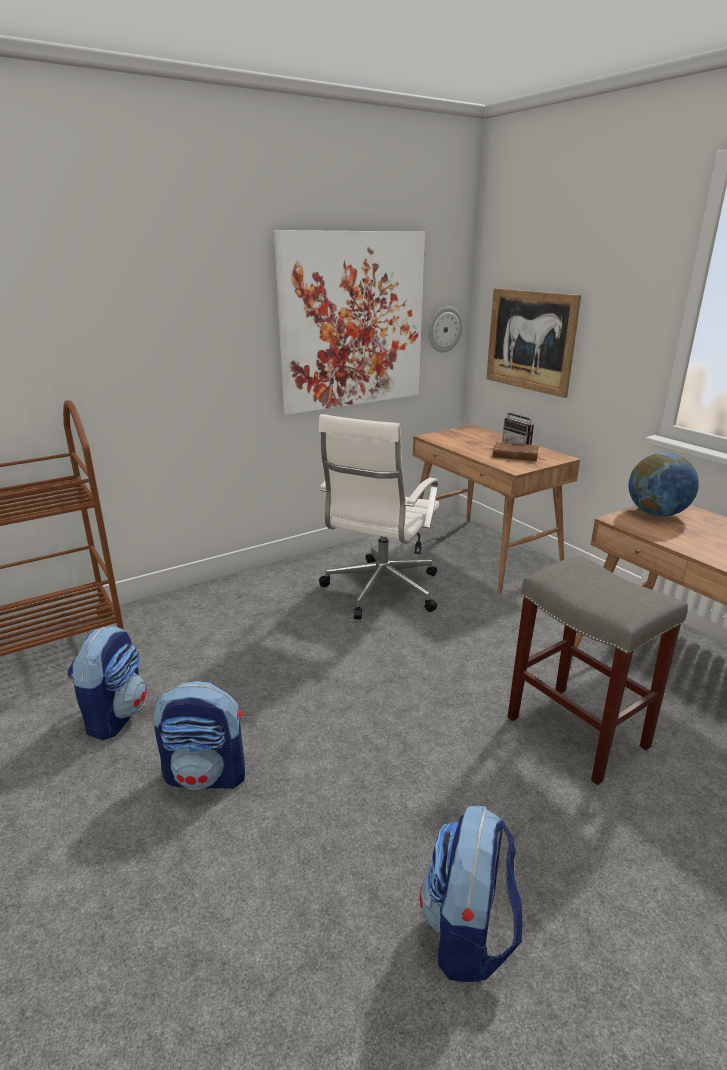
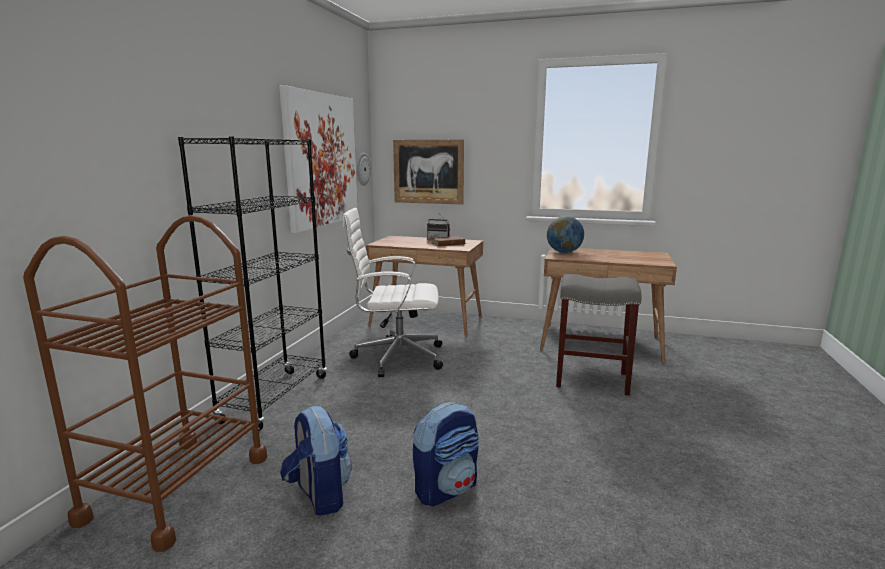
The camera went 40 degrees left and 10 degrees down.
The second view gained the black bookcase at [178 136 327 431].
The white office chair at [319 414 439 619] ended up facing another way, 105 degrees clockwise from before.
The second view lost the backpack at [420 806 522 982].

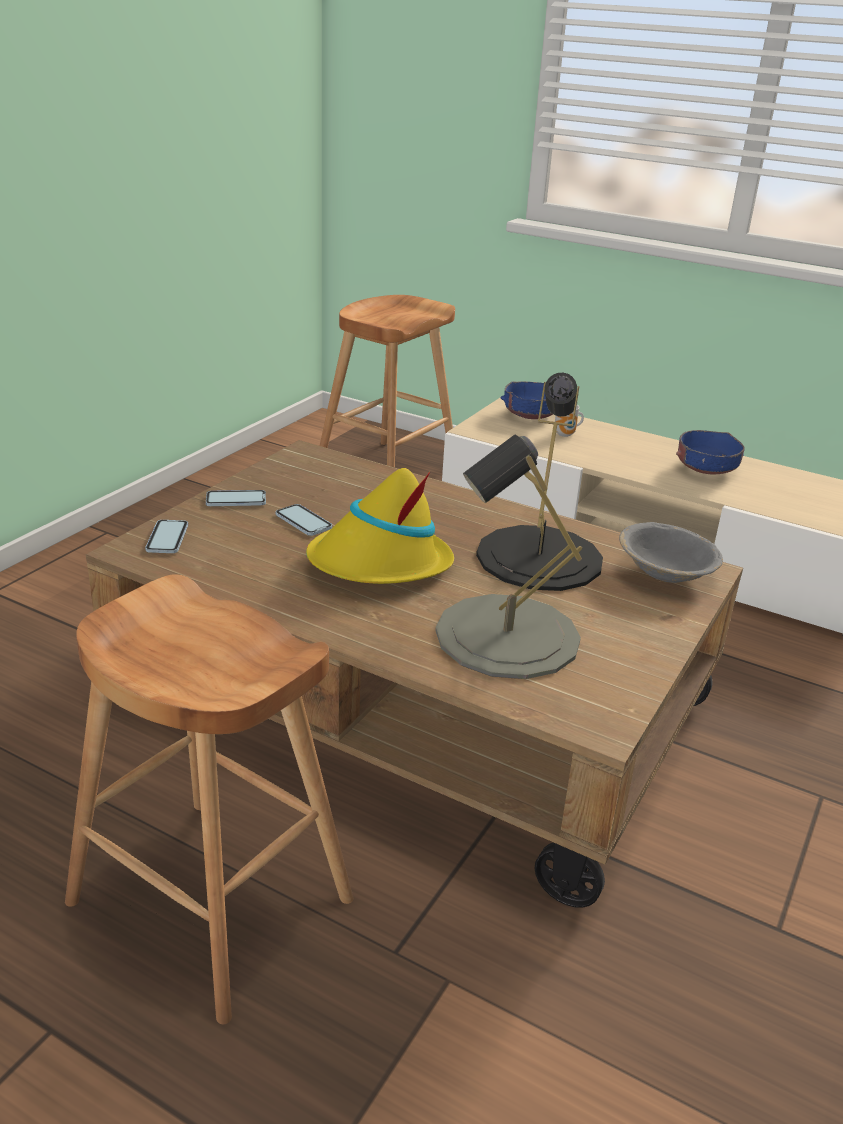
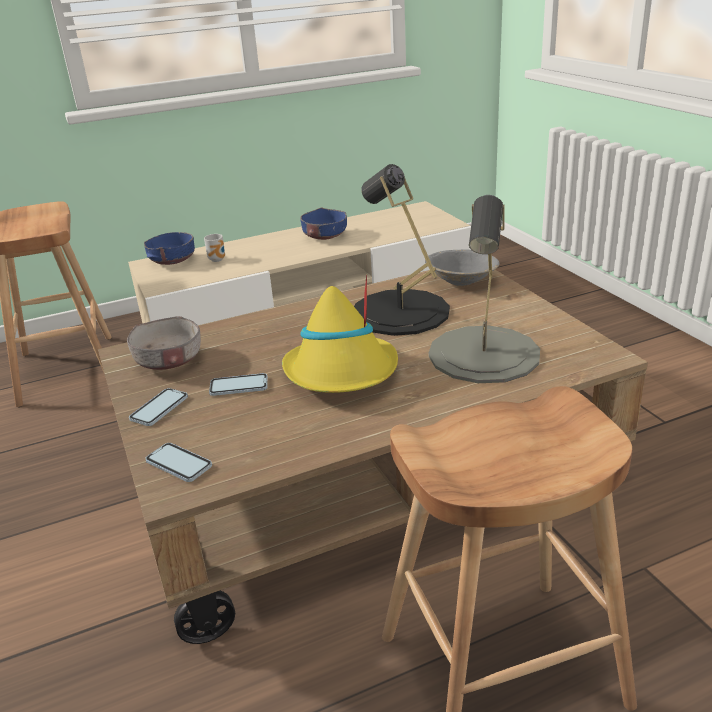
The camera went 50 degrees left and 0 degrees up.
The second view gained the grey bowl at [127 316 201 370].

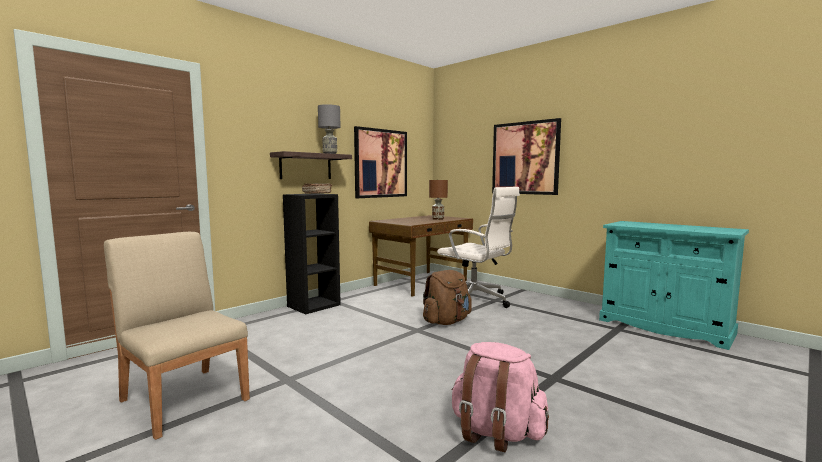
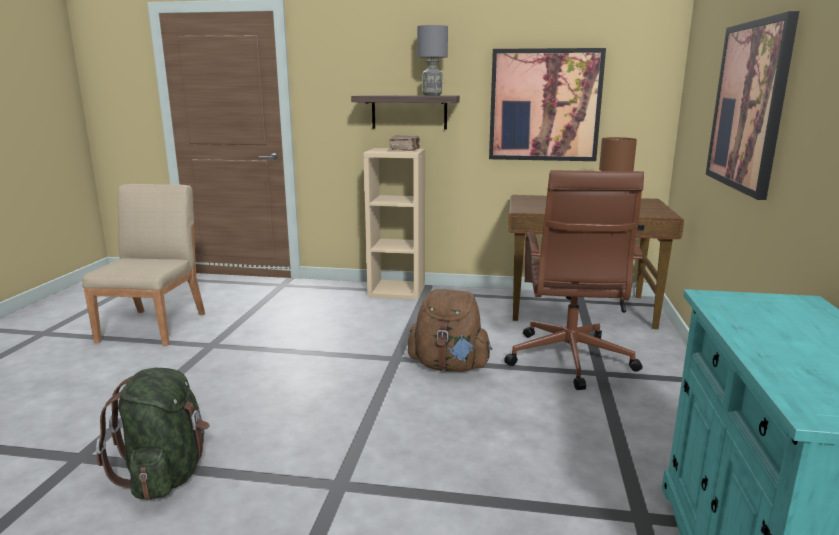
The camera went 55 degrees right and 10 degrees up.
What was the pink backpack at [451 342 549 452] turned into the green backpack at [96 368 210 500].
What was the black bookcase at [283 193 341 314] turned into the beige bookcase at [364 148 425 300].
What was the white office chair at [437 187 520 308] turned into the brown office chair at [504 170 644 390].

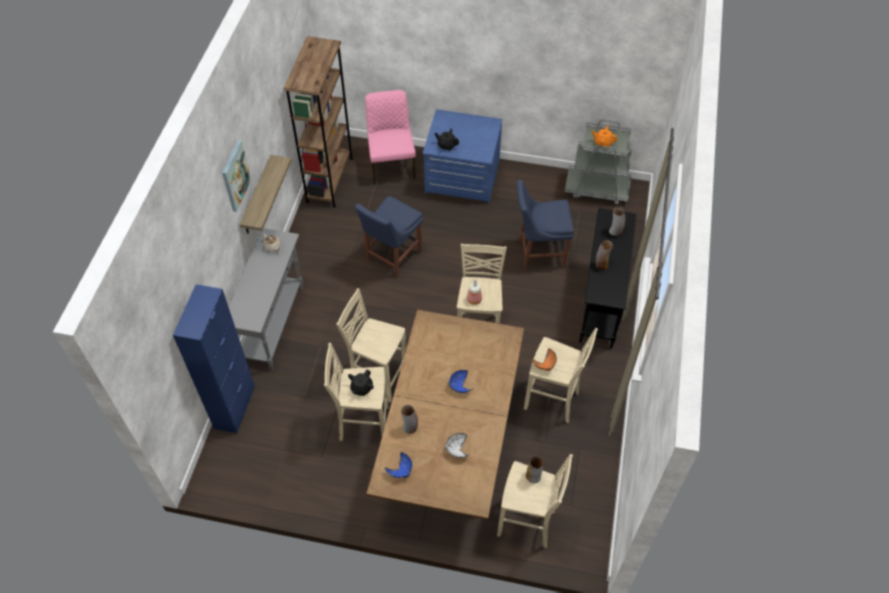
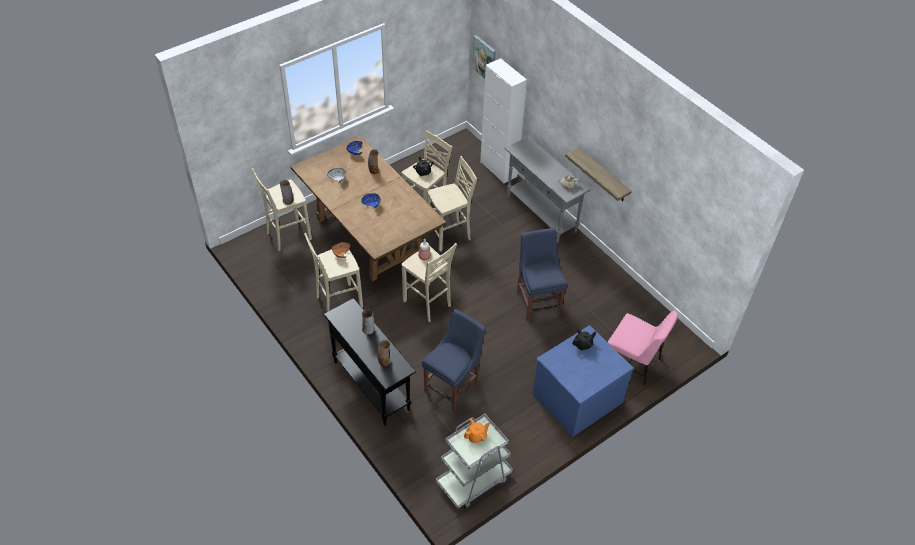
The camera went 130 degrees right and 5 degrees down.
The picture ended up elsewhere, having gone from [222 140 251 212] to [472 35 496 79].
What was the blue cabinet at [173 284 255 433] turned into the white cabinet at [480 58 527 183].
The second view lost the brown bookcase at [284 36 353 208].

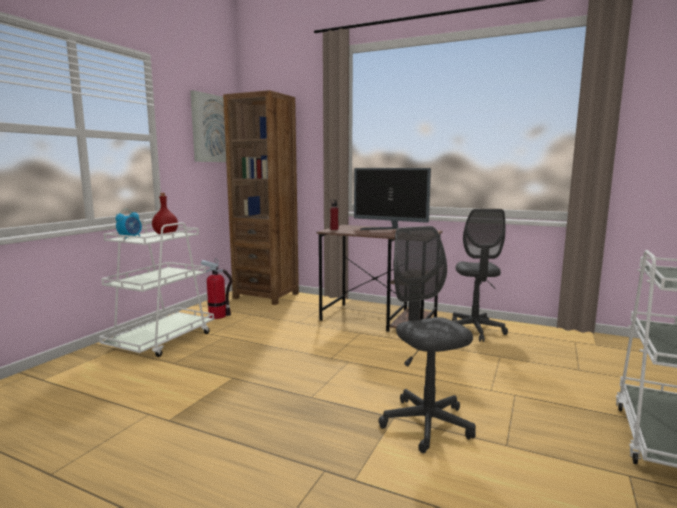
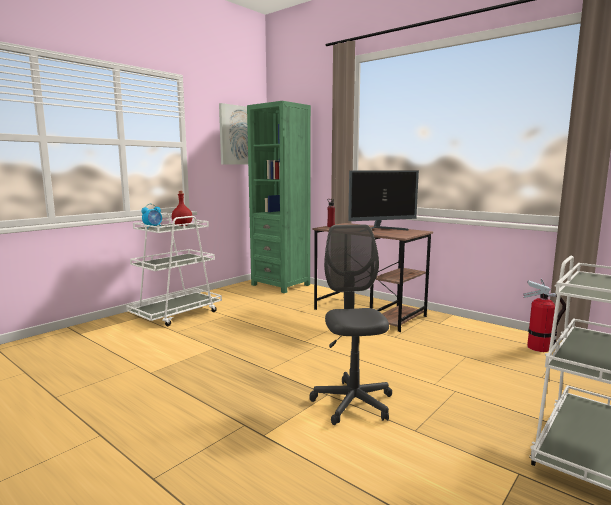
The camera went 15 degrees right and 0 degrees up.
What was the brown bookcase at [223 90 299 305] turned into the green bookcase at [247 101 311 293].
The monitor at [354 168 431 230] ended up facing another way, 60 degrees counterclockwise from before.
The fire extinguisher ended up elsewhere, having gone from [200 258 233 319] to [523 278 566 352].
The second view lost the grey office chair at [452 209 508 342].

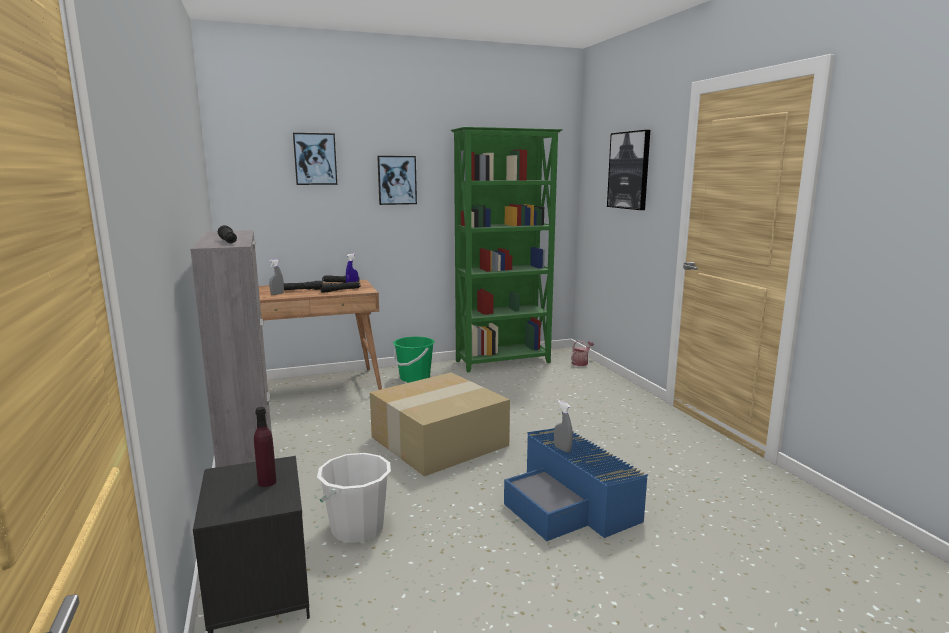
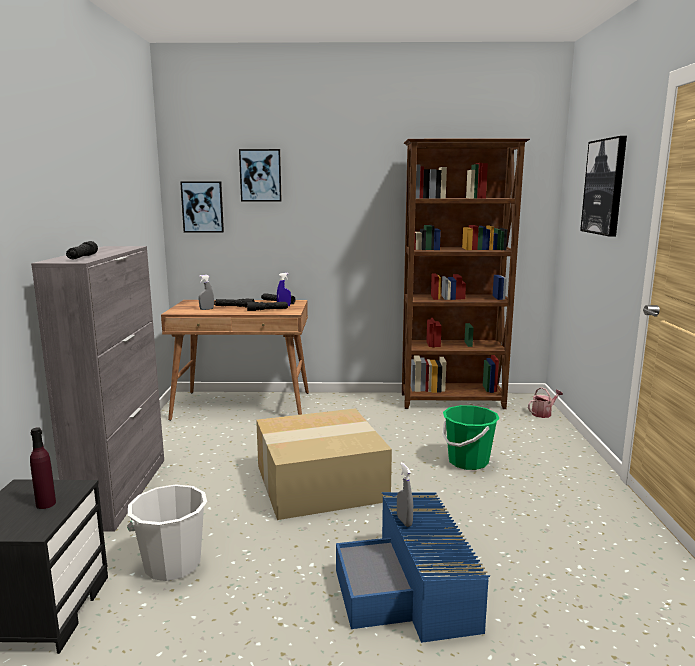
The camera went 20 degrees right and 0 degrees up.
The picture ended up elsewhere, having gone from [377 156 417 205] to [180 182 224 233].
What was the green bookcase at [451 127 563 373] turned into the brown bookcase at [402 139 530 409].
The green bucket ended up elsewhere, having gone from [393 336 435 383] to [442 405 500 470].

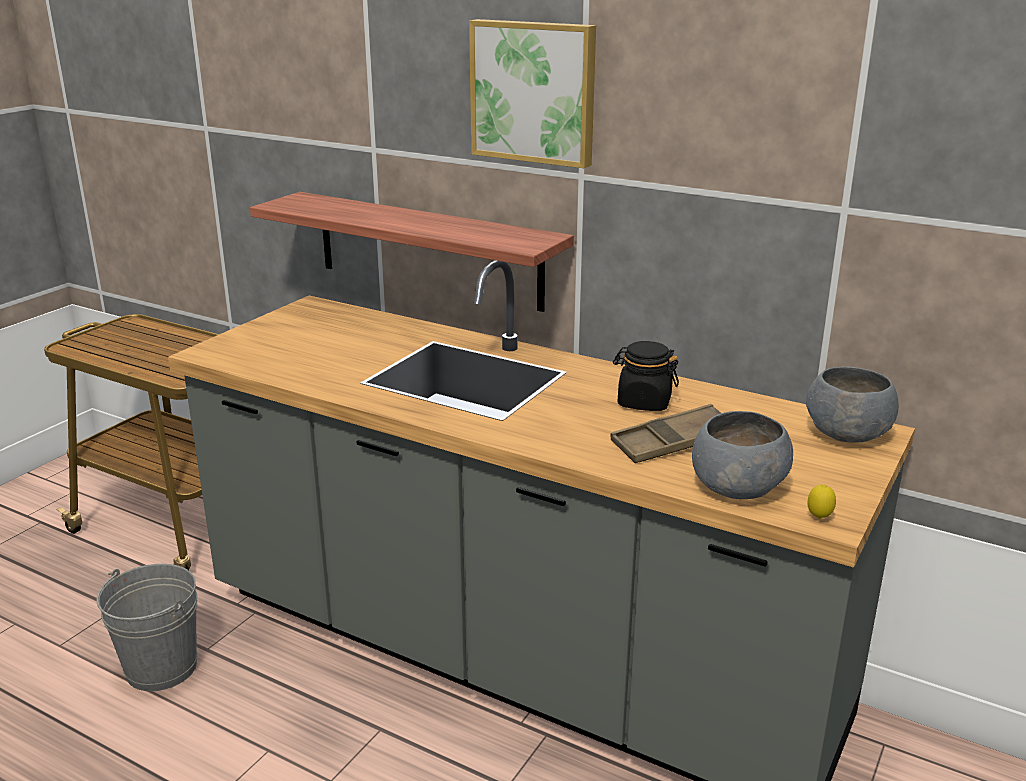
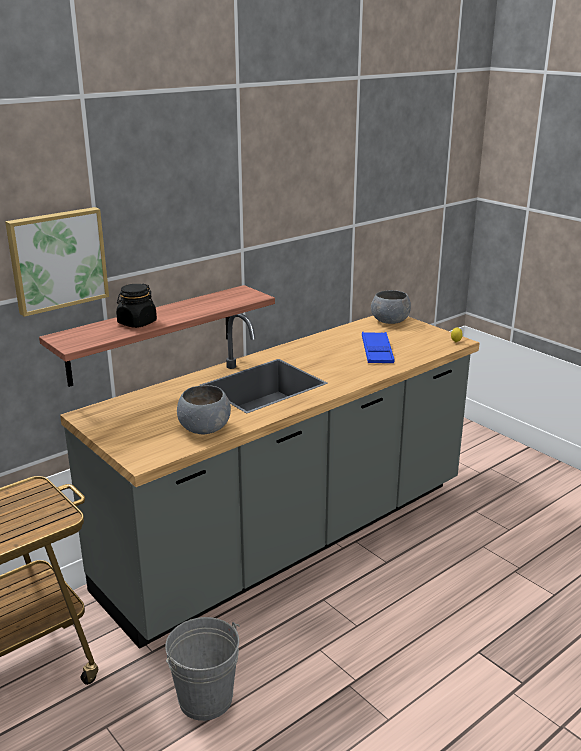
The camera went 70 degrees left and 0 degrees up.
The picture ended up elsewhere, having gone from [469 19 596 168] to [5 207 109 317].
The black jar ended up elsewhere, having gone from [613 341 679 411] to [116 284 157 328].
The grey bowl ended up elsewhere, having gone from [692 411 793 499] to [177 385 231 434].
What was the brown tray at [610 404 721 463] turned into the blue tray at [362 332 394 363].

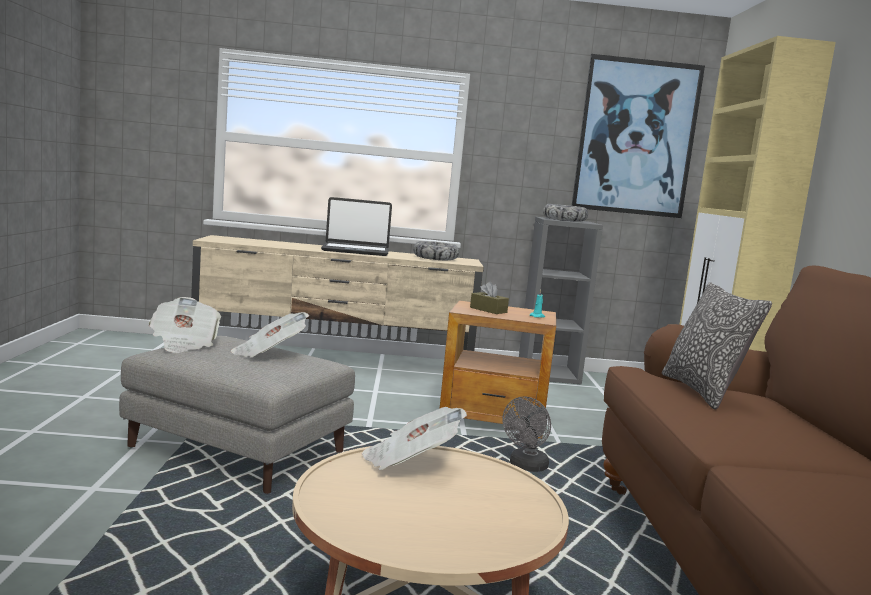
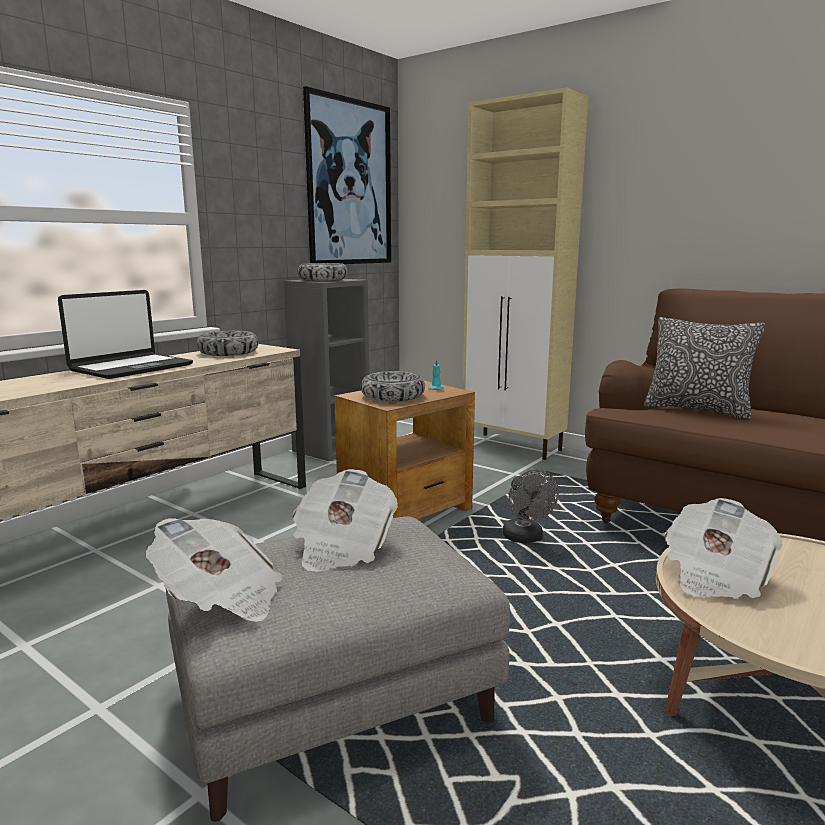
The camera went 50 degrees left and 5 degrees up.
Where the brown tissue box stood at [470 281 509 314], the bowl came to stand at [361 371 425 402].

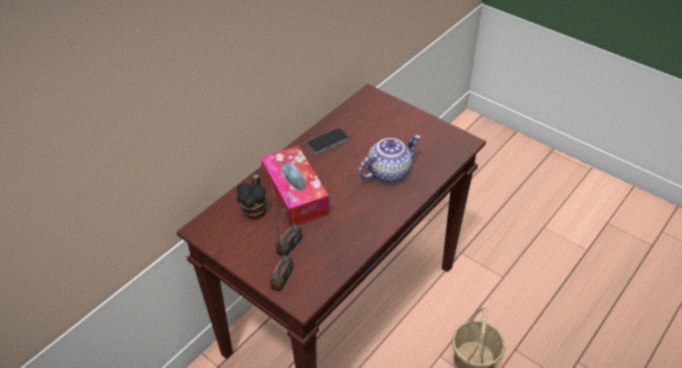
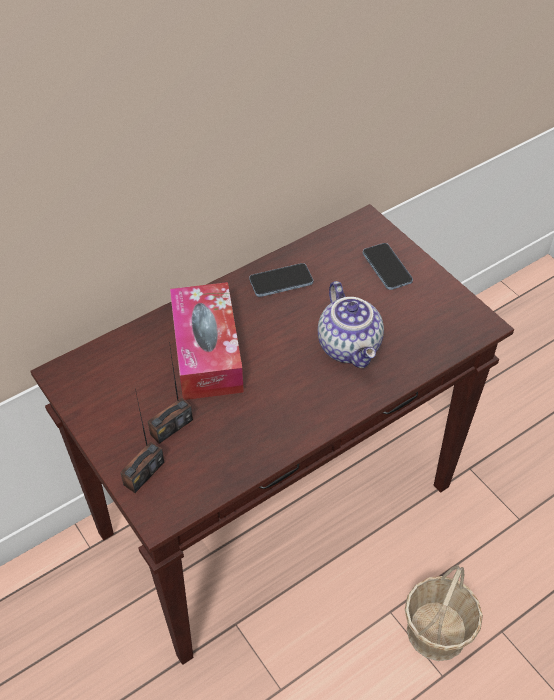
The camera went 15 degrees right and 5 degrees up.
The teapot at [359 135 421 183] ended up facing another way, 90 degrees clockwise from before.
The second view gained the phone at [363 243 413 290].
The second view lost the mug at [237 175 267 220].

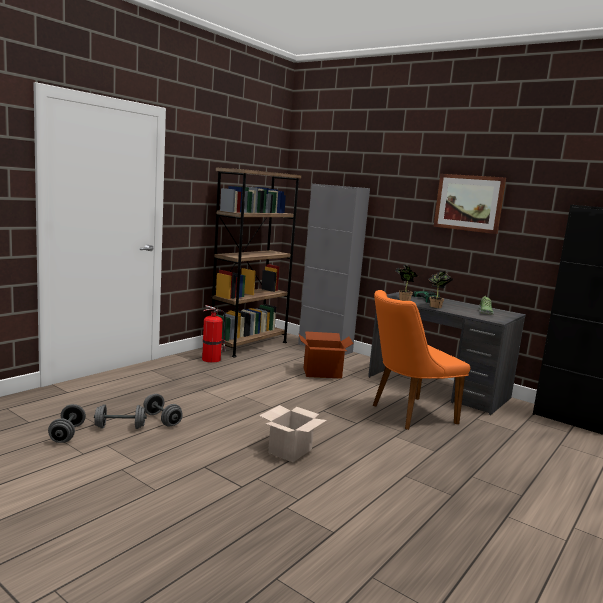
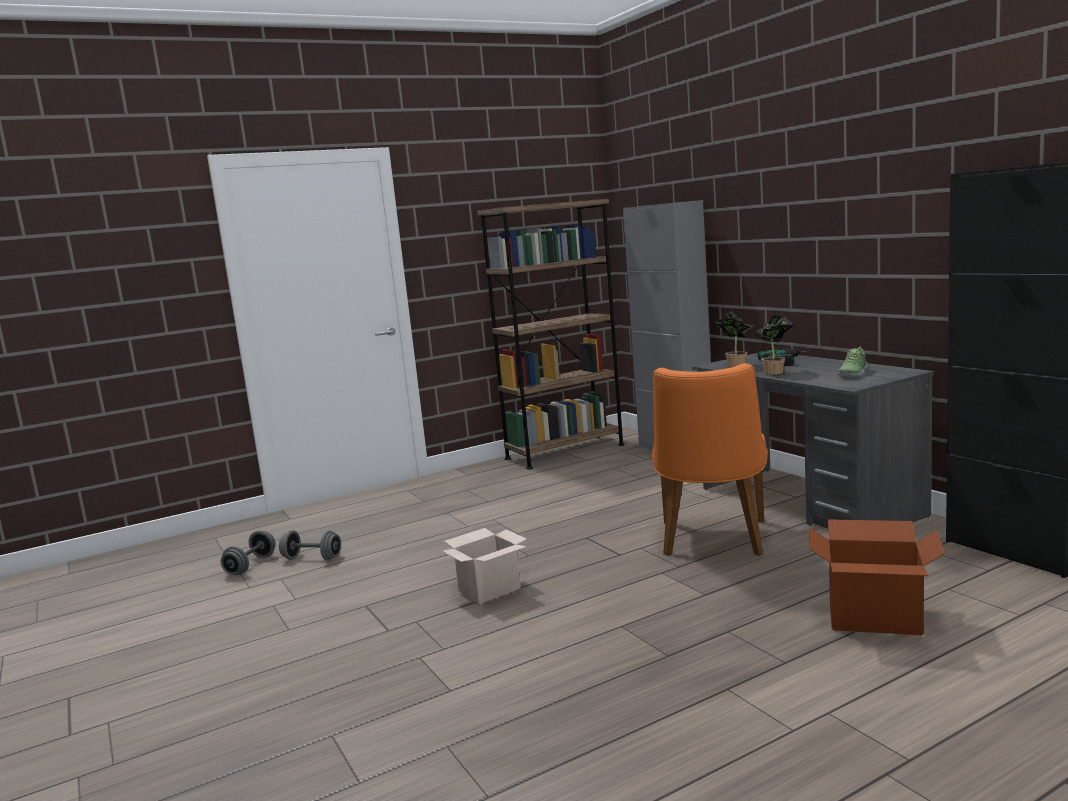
The camera went 25 degrees right and 0 degrees up.
The orange chair at [373 290 470 430] ended up facing another way, 75 degrees counterclockwise from before.
The cardboard box ended up elsewhere, having gone from [299 331 354 379] to [809 519 946 635].
The second view lost the grey dumbbell at [144 394 183 427].
The second view lost the fire extinguisher at [202 305 226 363].
The second view lost the picture at [433 174 506 234].

